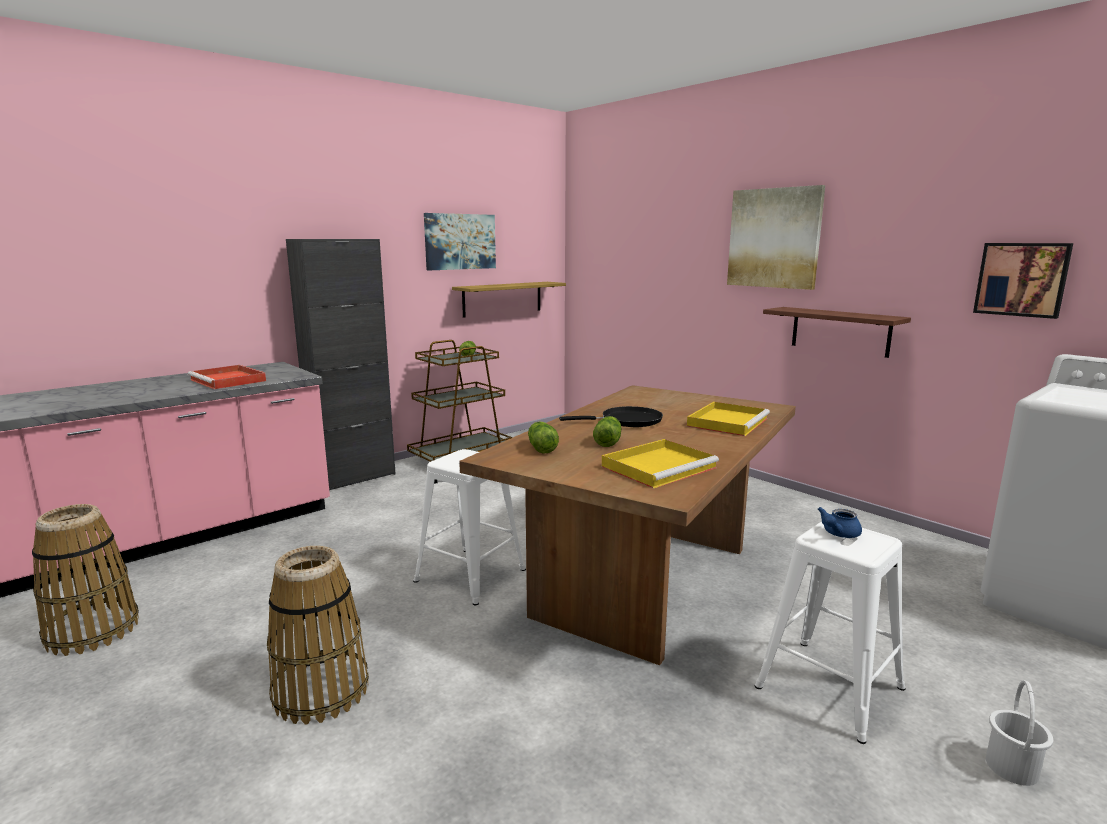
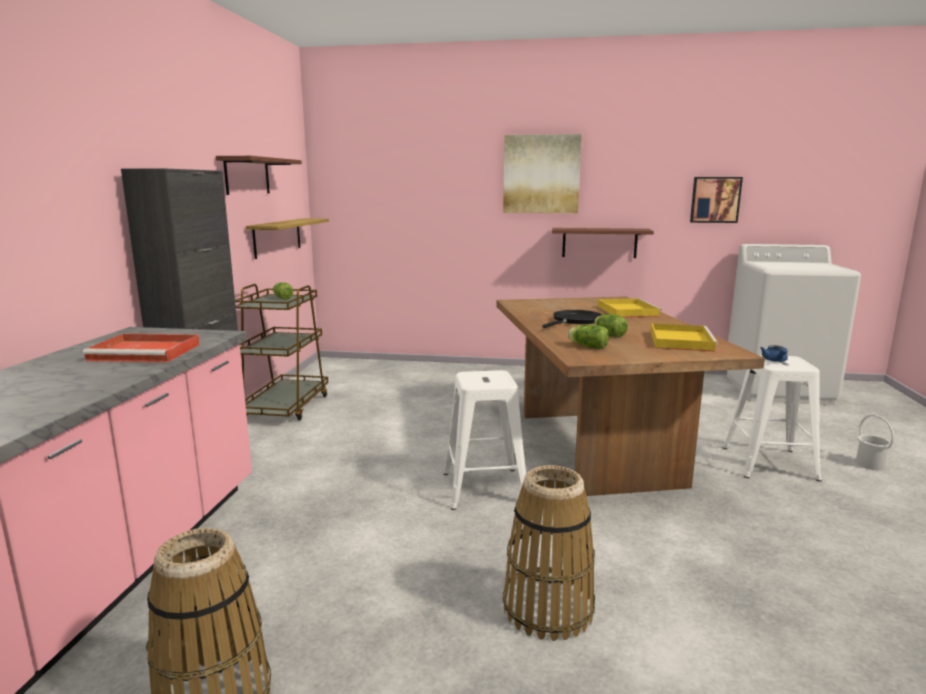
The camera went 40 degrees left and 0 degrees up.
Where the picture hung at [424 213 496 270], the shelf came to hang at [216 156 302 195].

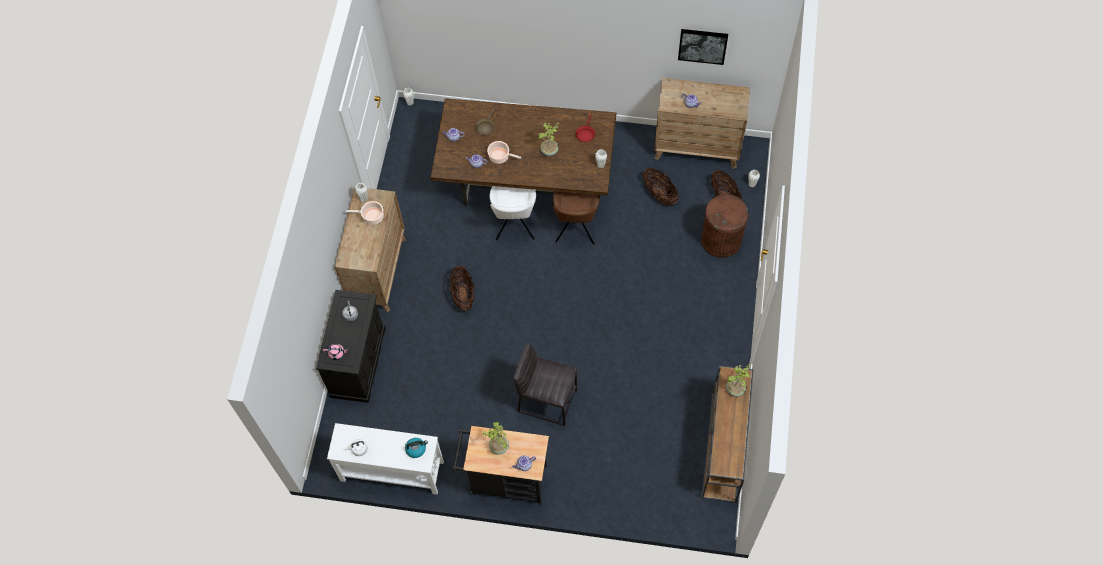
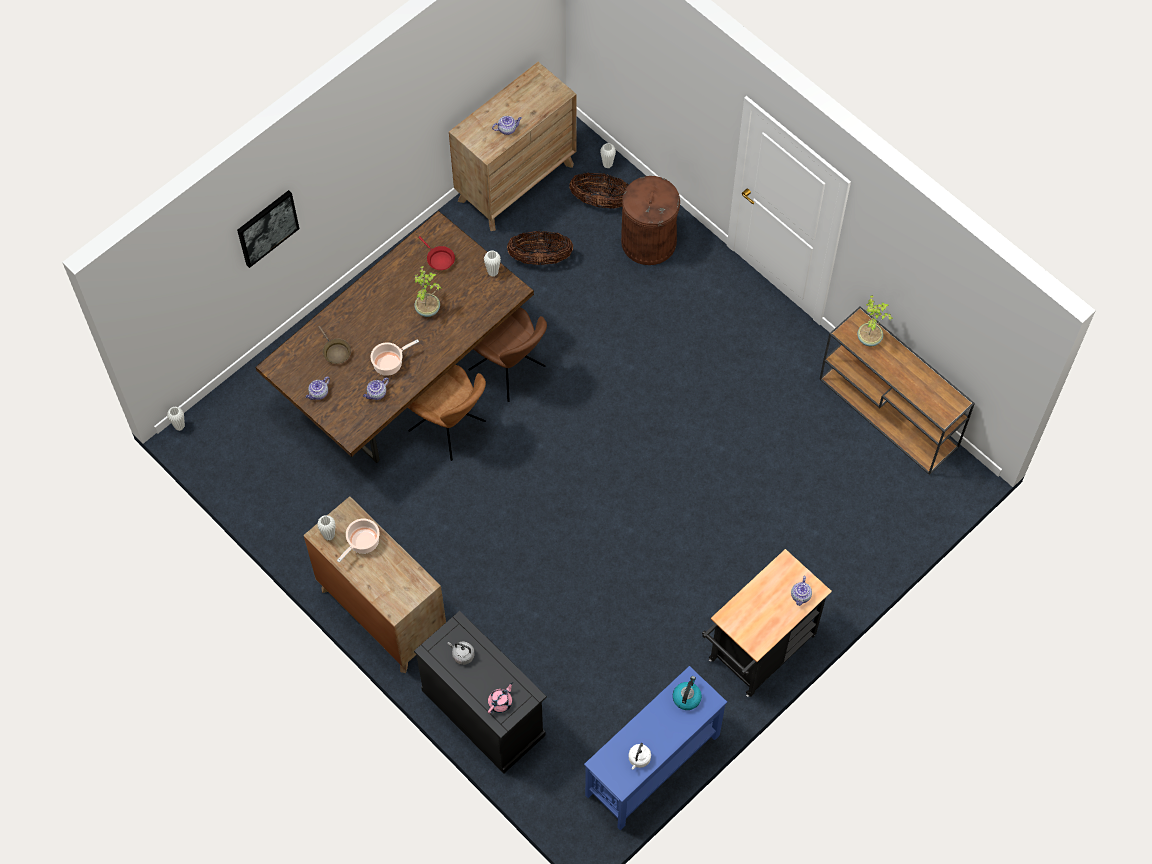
The camera went 55 degrees left and 0 degrees up.
The picture ended up elsewhere, having gone from [678 29 728 65] to [237 190 299 268].
What was the white chair at [489 186 536 240] turned into the brown chair at [408 365 486 461].
What was the white console table at [327 423 444 495] turned into the blue console table at [584 666 727 830].
The second view lost the basket at [450 266 474 311].
The second view lost the potted plant at [483 422 509 454].
The second view lost the grey stool at [513 342 577 426].

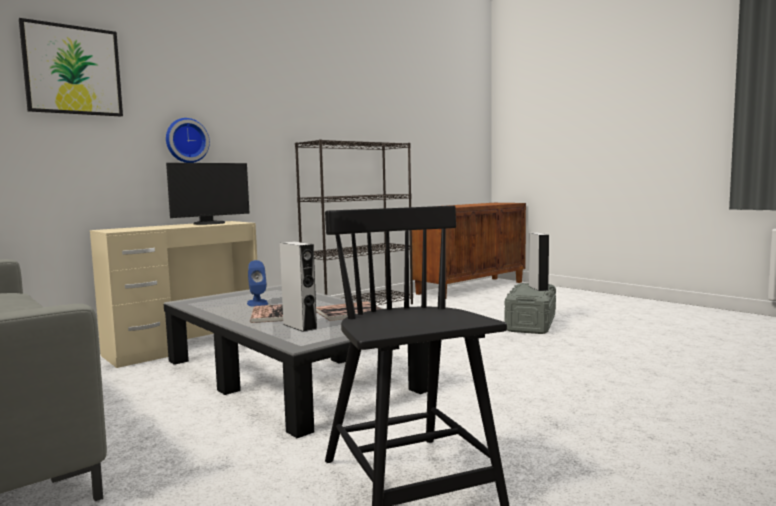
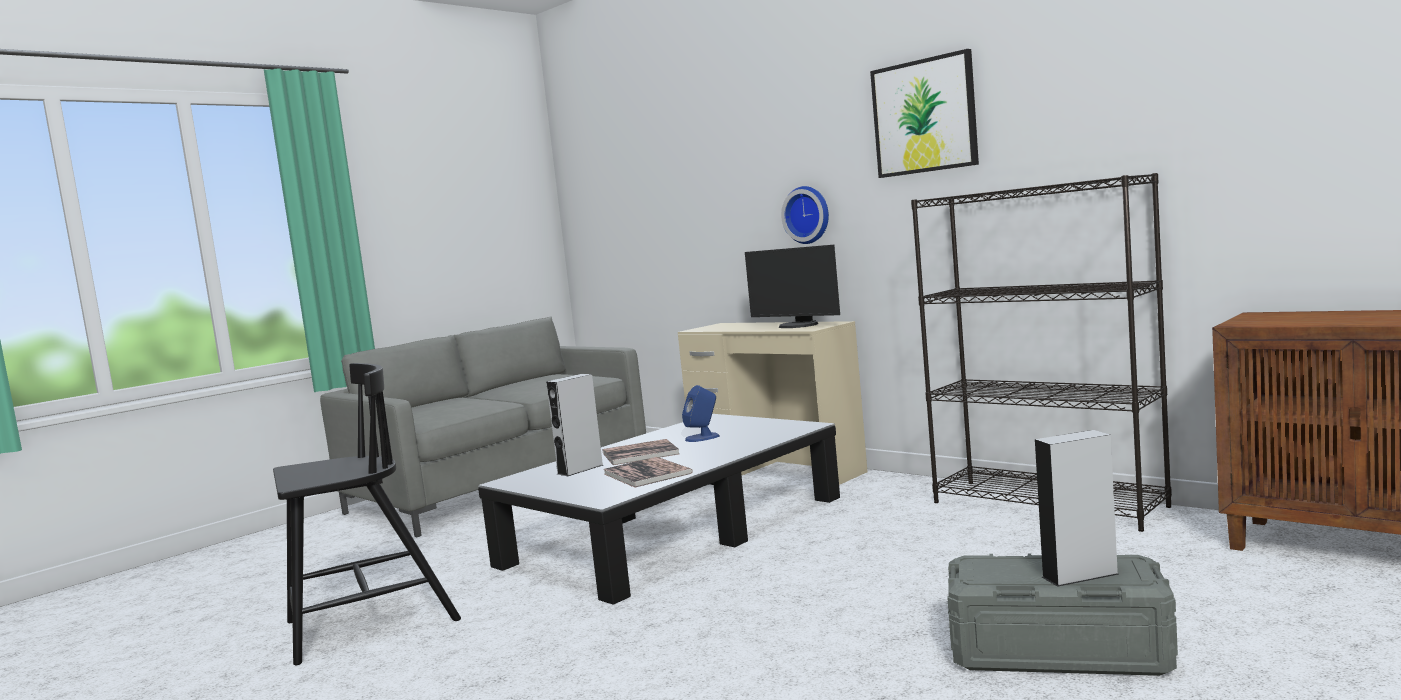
The camera went 85 degrees right and 0 degrees up.
The picture ended up elsewhere, having gone from [19 18 123 117] to [870 49 979 178].

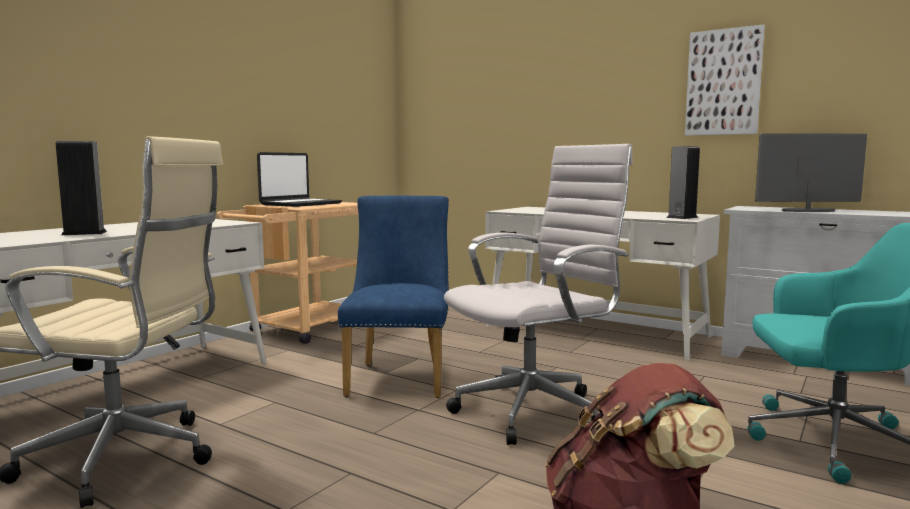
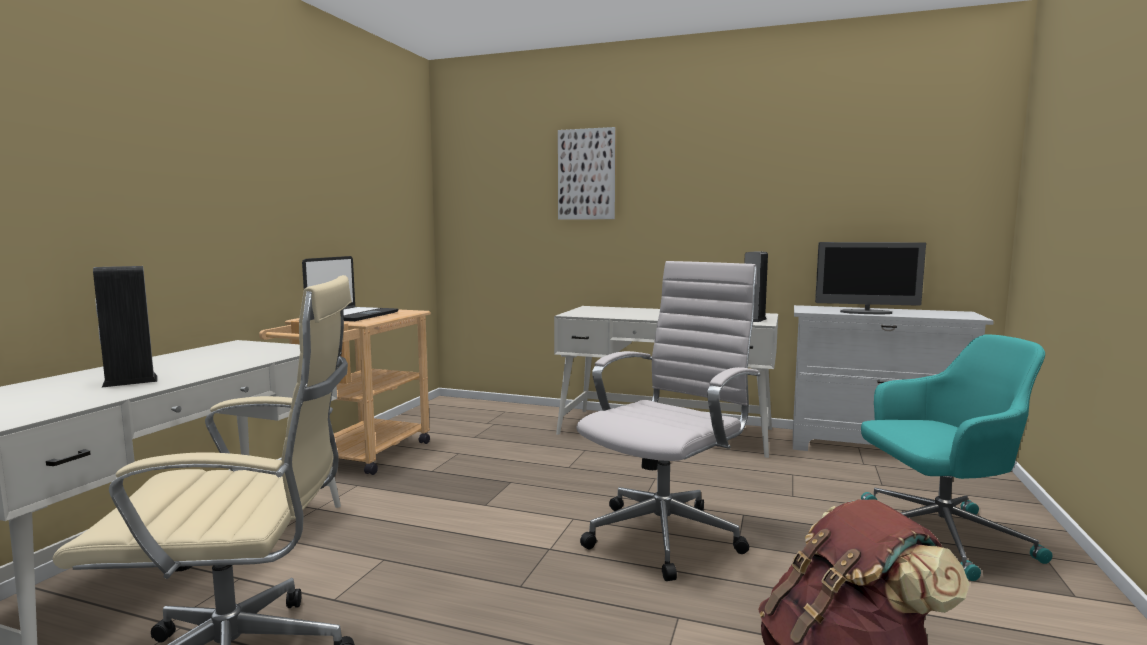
The camera went 15 degrees left and 0 degrees up.
The picture ended up elsewhere, having gone from [685 25 765 136] to [558 127 616 220].
The monitor at [755 133 867 212] ended up facing another way, 150 degrees counterclockwise from before.
The second view lost the blue chair at [338 196 449 398].

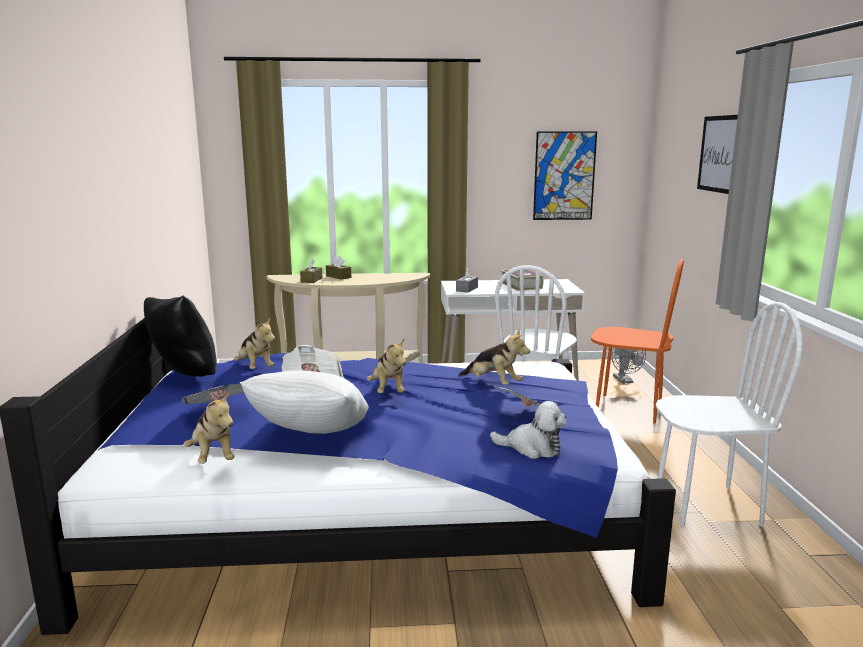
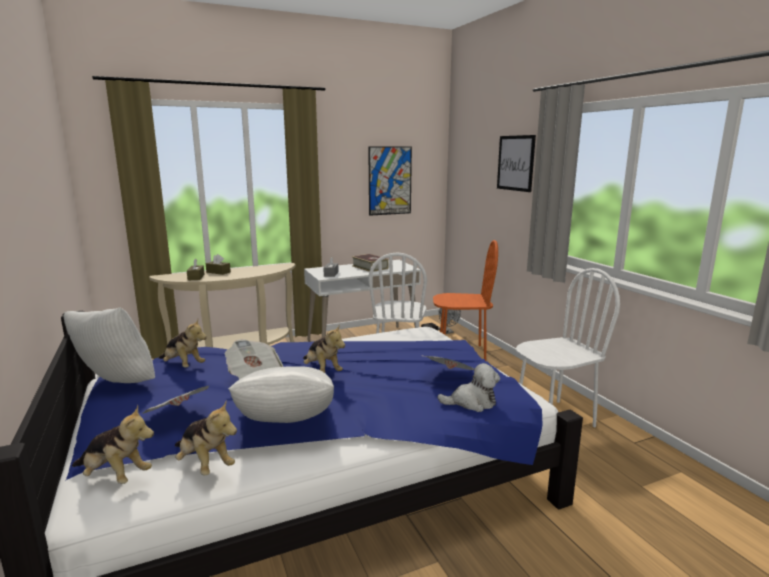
The camera went 20 degrees left and 0 degrees up.
What was the black pillow at [144 295 217 377] turned into the white pillow at [63 307 155 383].
The plush toy ended up elsewhere, having gone from [459 329 530 385] to [72 405 154 484].

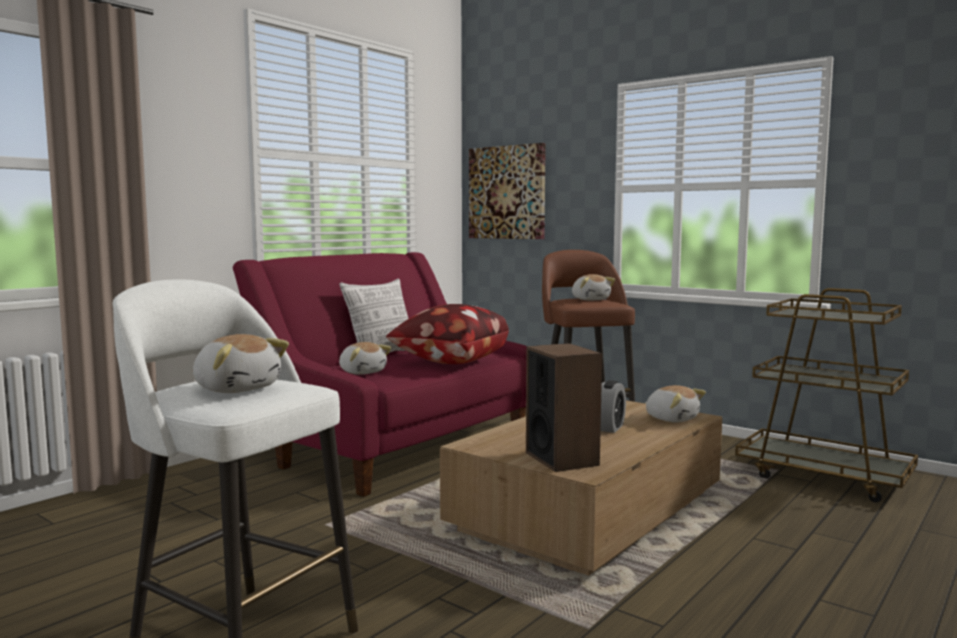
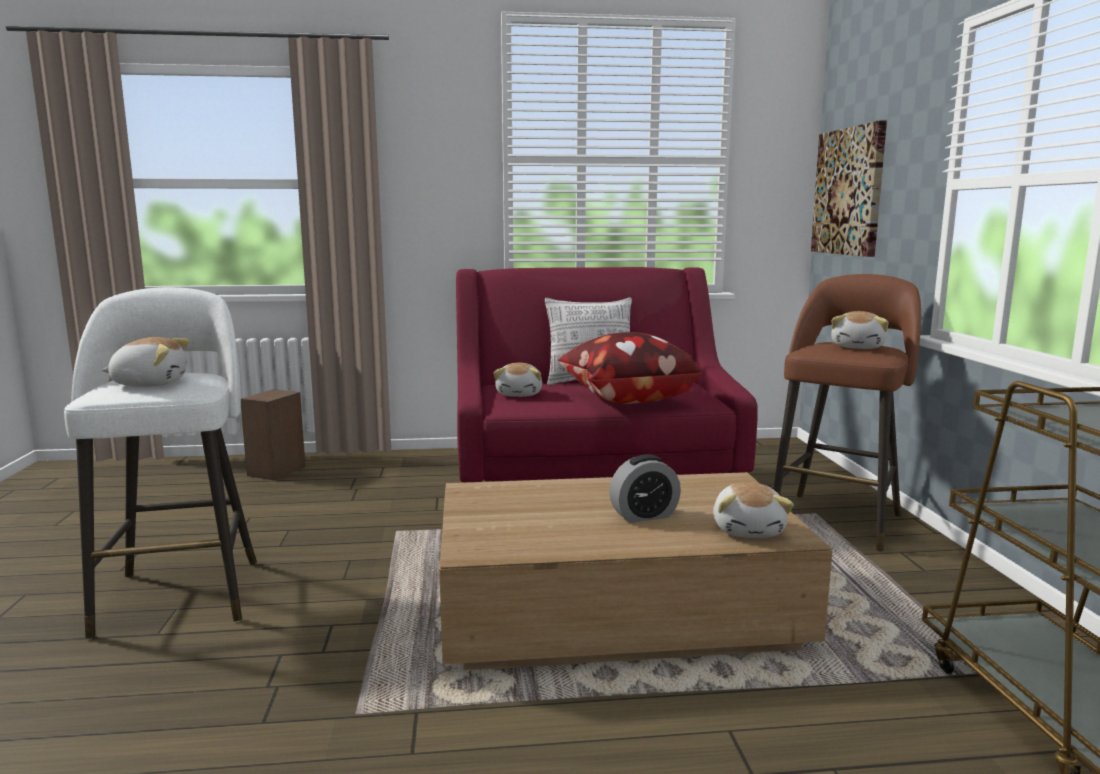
The camera went 45 degrees right and 5 degrees up.
The plush toy at [193 334 289 393] ended up facing another way, 90 degrees counterclockwise from before.
The speaker ended up elsewhere, having gone from [526 343 602 472] to [241 390 306 481].

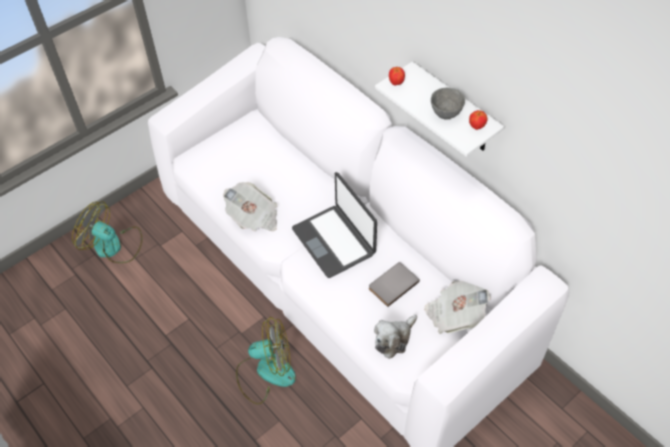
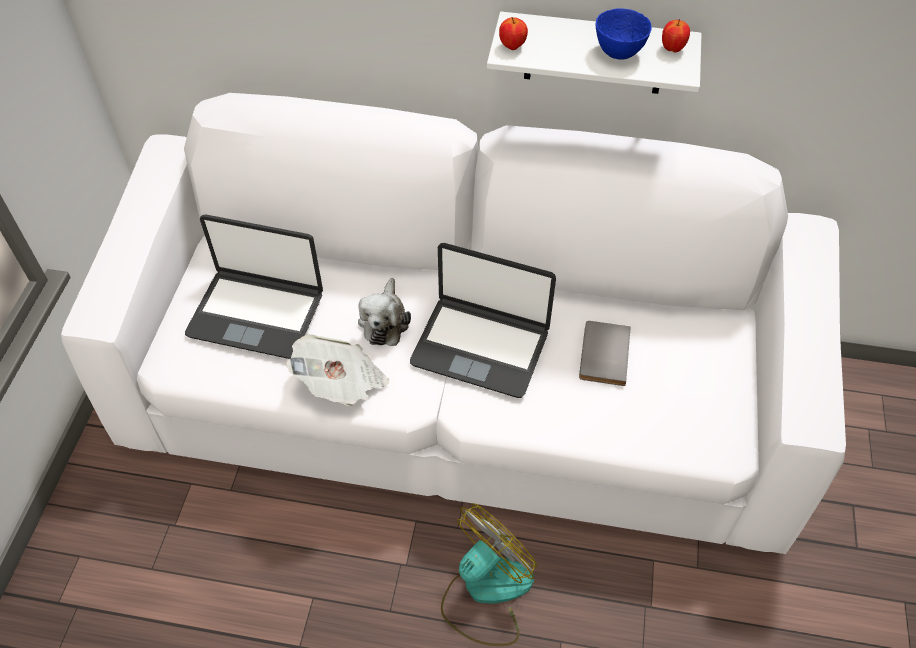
The camera went 40 degrees left and 0 degrees up.
The second view gained the laptop at [185 215 323 359].
The plush toy ended up elsewhere, having gone from [374 315 417 359] to [358 278 411 346].
What was the grey bowl at [431 88 465 119] turned into the blue bowl at [595 8 652 59].
The second view lost the fan at [72 201 142 263].
The second view lost the newspaper at [424 281 491 334].

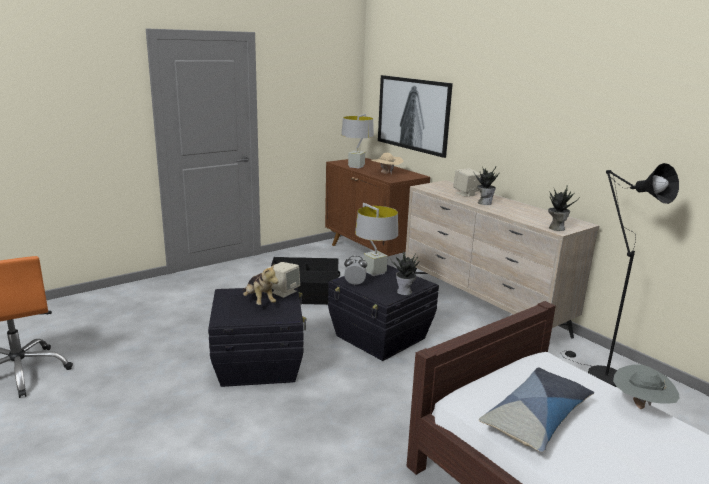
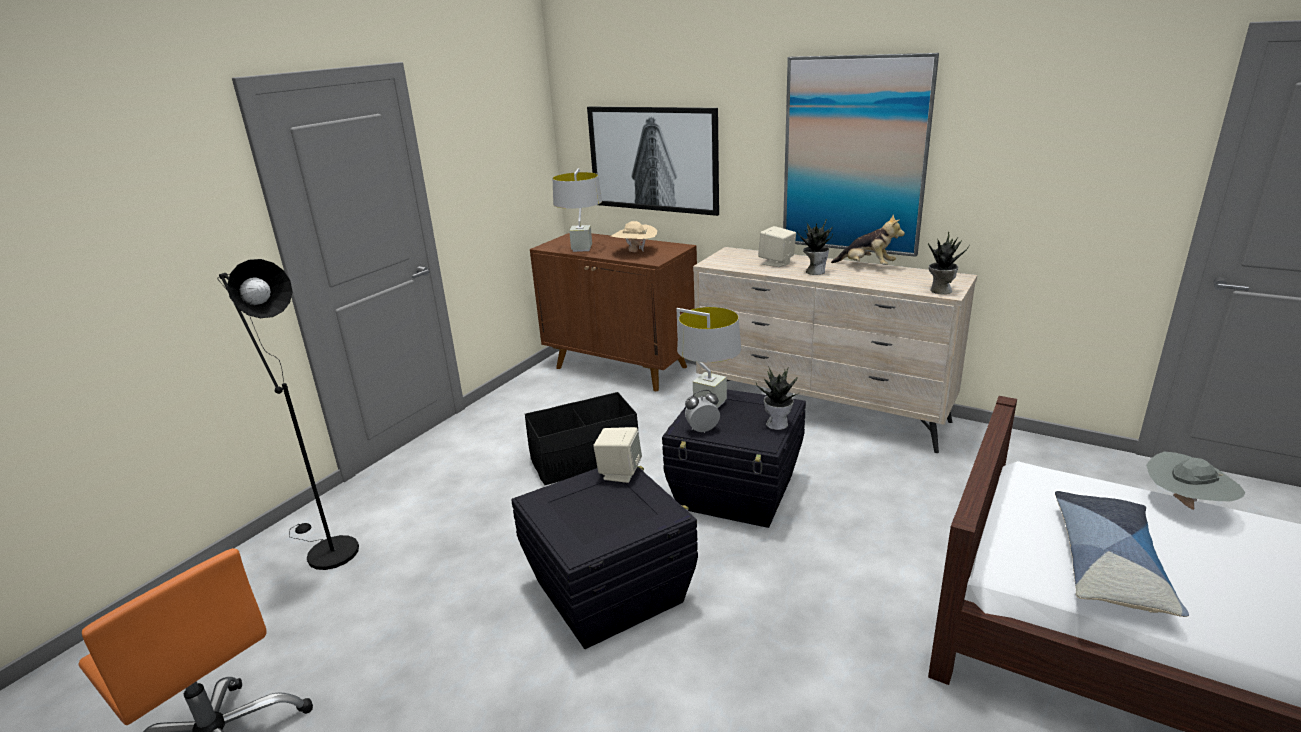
The camera went 20 degrees left and 5 degrees up.
The black floor lamp ended up elsewhere, having gone from [560 163 679 387] to [218 259 359 570].
The second view gained the picture at [783 53 939 257].
The plush toy ended up elsewhere, having gone from [243 264 279 305] to [831 215 905 265].

